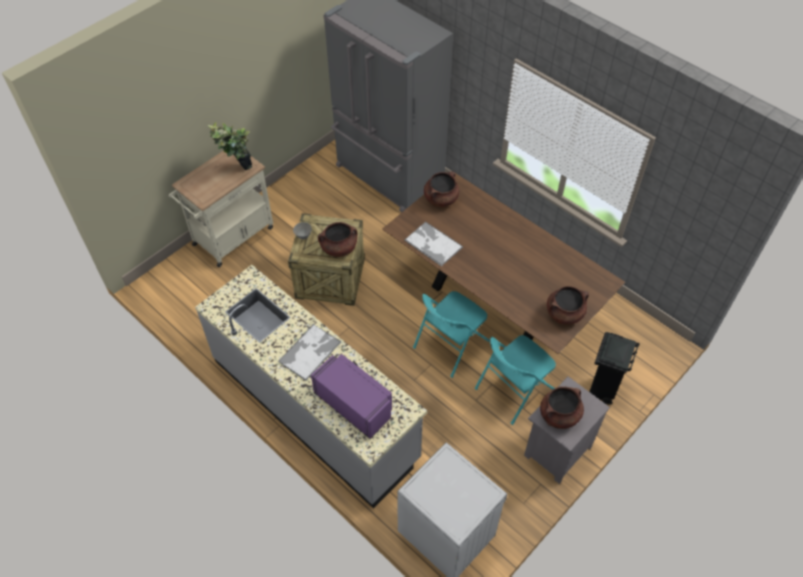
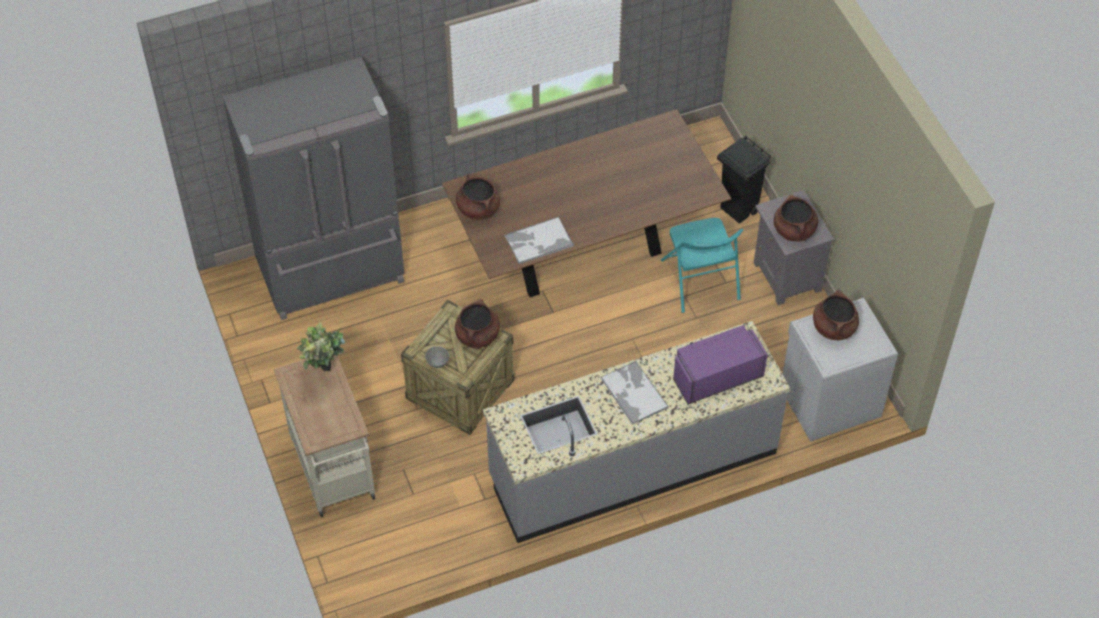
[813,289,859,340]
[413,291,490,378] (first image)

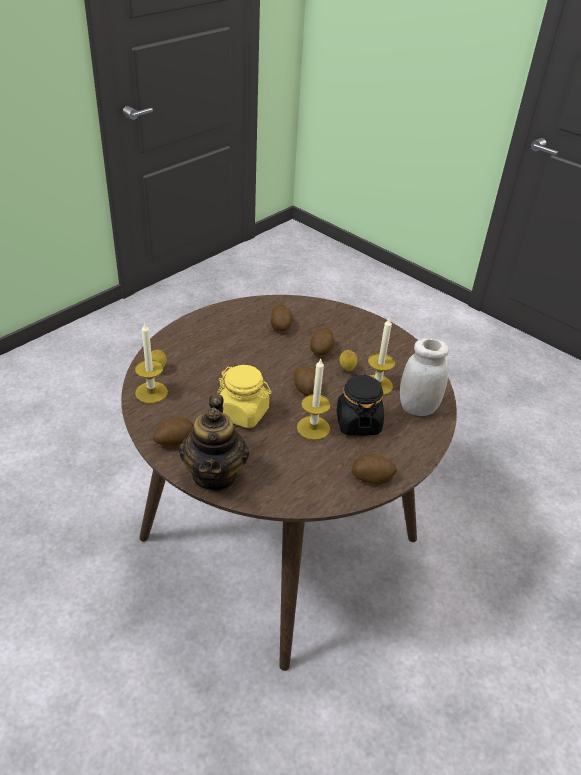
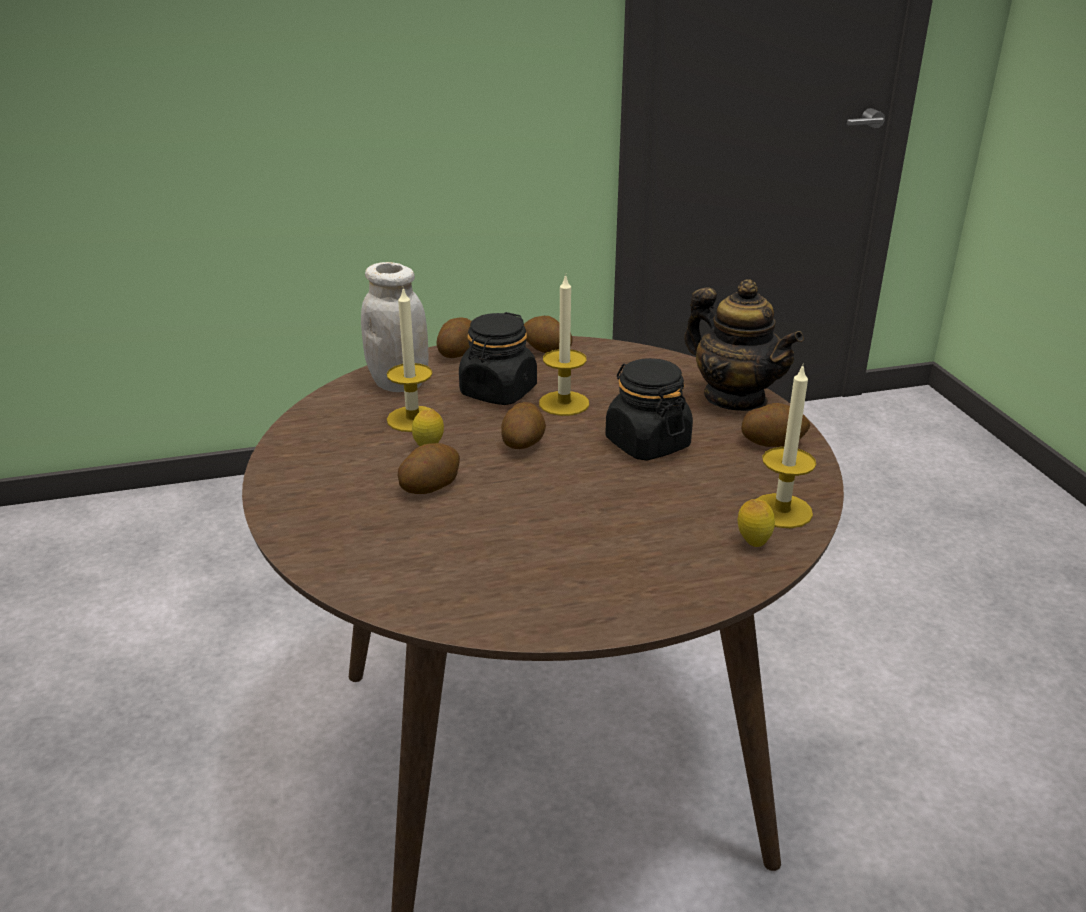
[436,317,472,358]
[605,358,693,461]
[684,279,804,411]

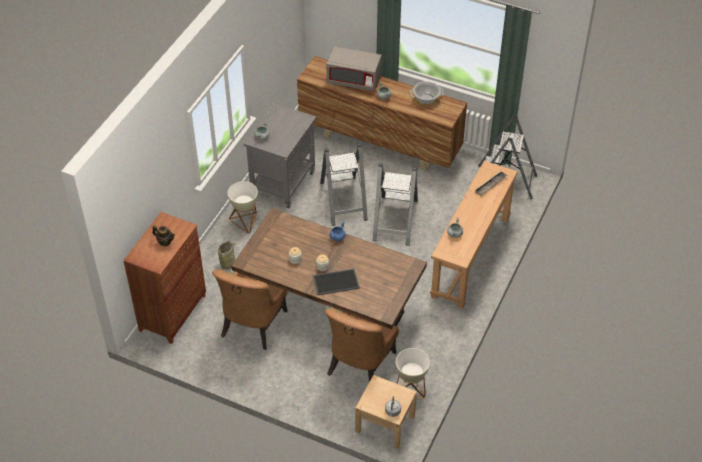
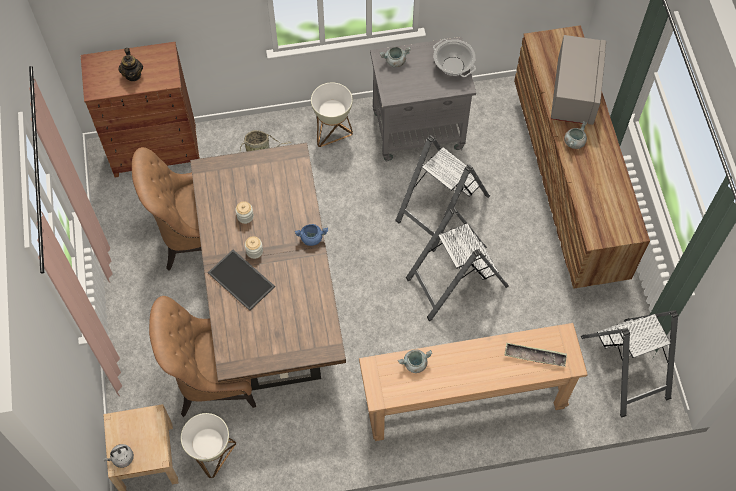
[551,35,606,125]
[433,39,476,77]

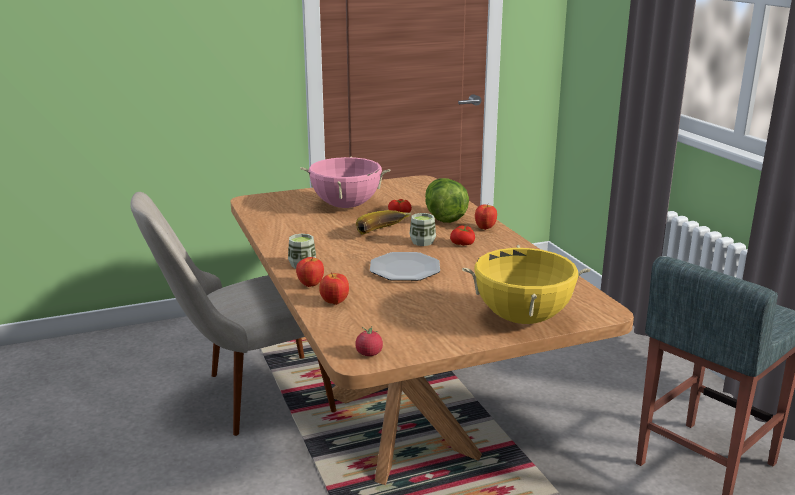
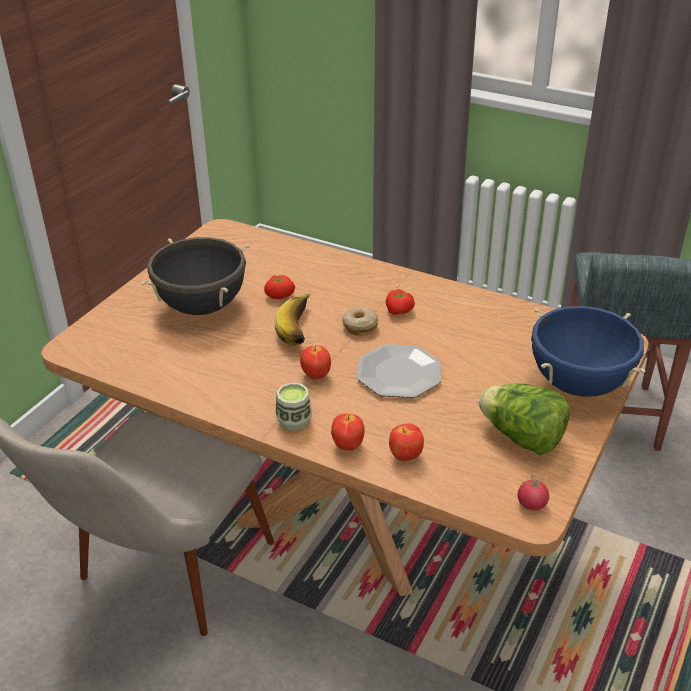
[141,237,250,315]
[479,383,570,455]
[300,346,331,379]
[342,307,378,336]
[531,306,646,397]

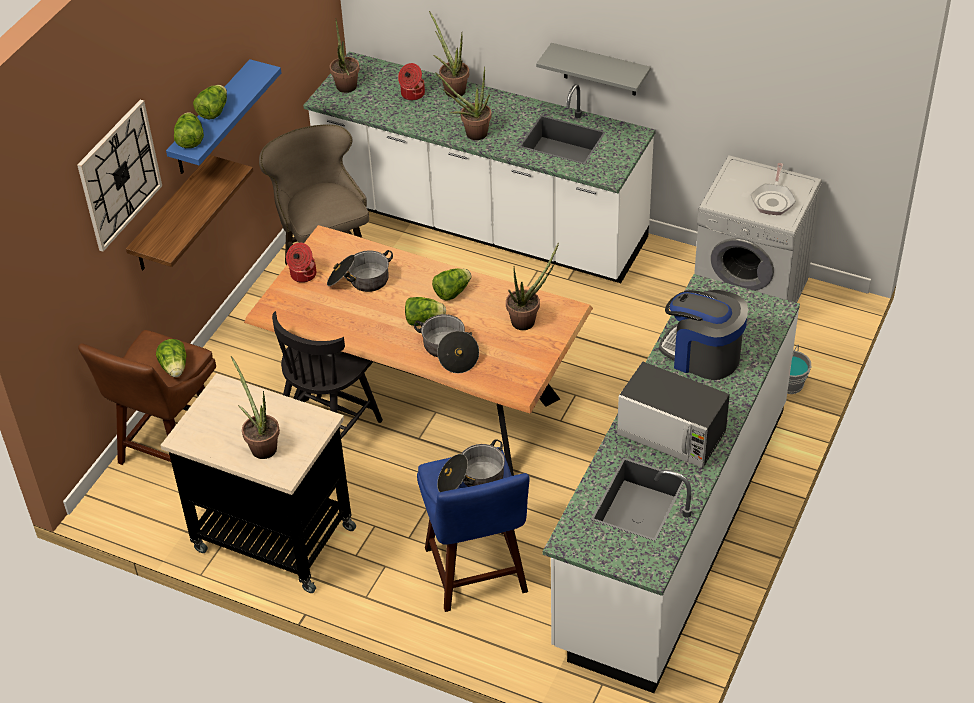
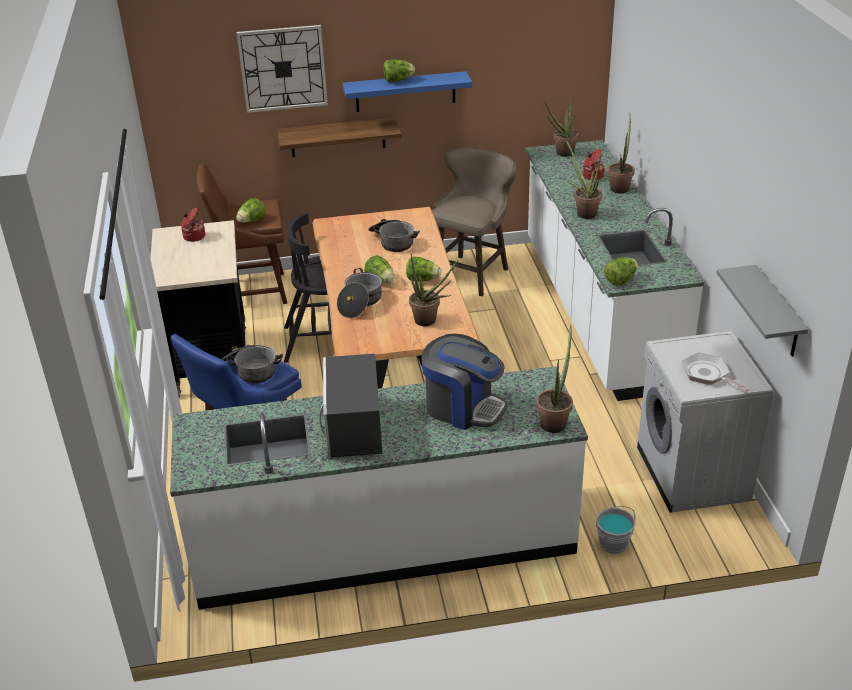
[716,265,809,357]
[604,257,638,286]
[682,352,749,392]
[181,208,205,242]
[422,333,508,430]
[536,325,573,433]

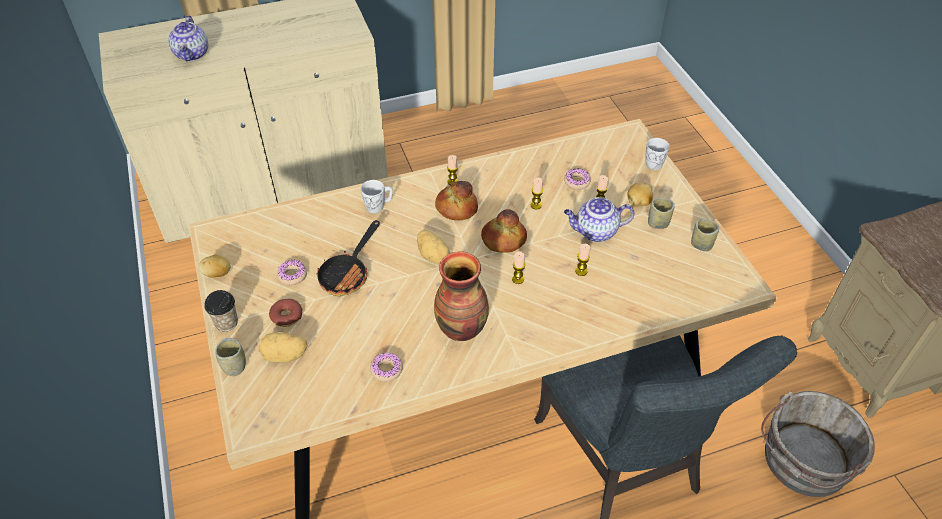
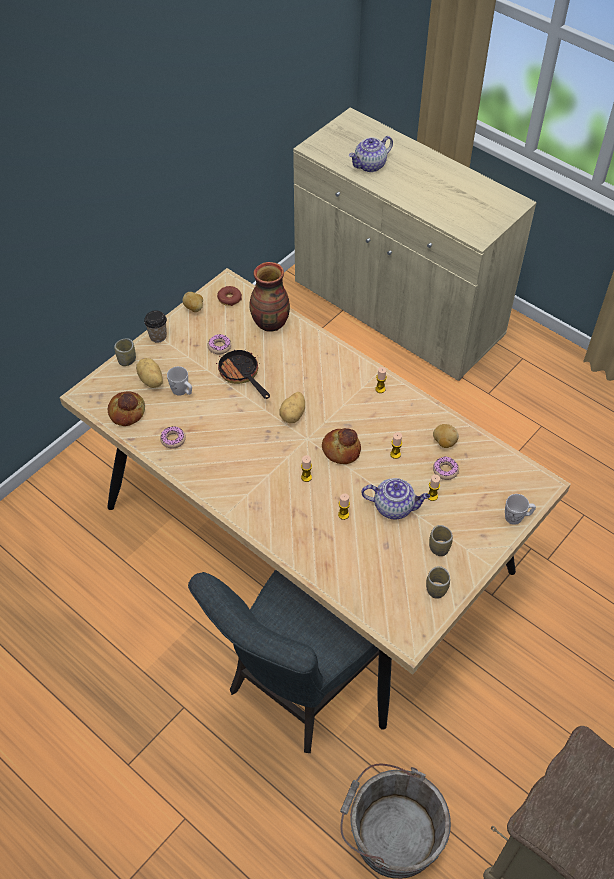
[167,366,192,396]
[108,392,145,426]
[433,424,459,448]
[361,478,430,519]
[216,350,270,399]
[249,262,290,332]
[217,286,242,306]

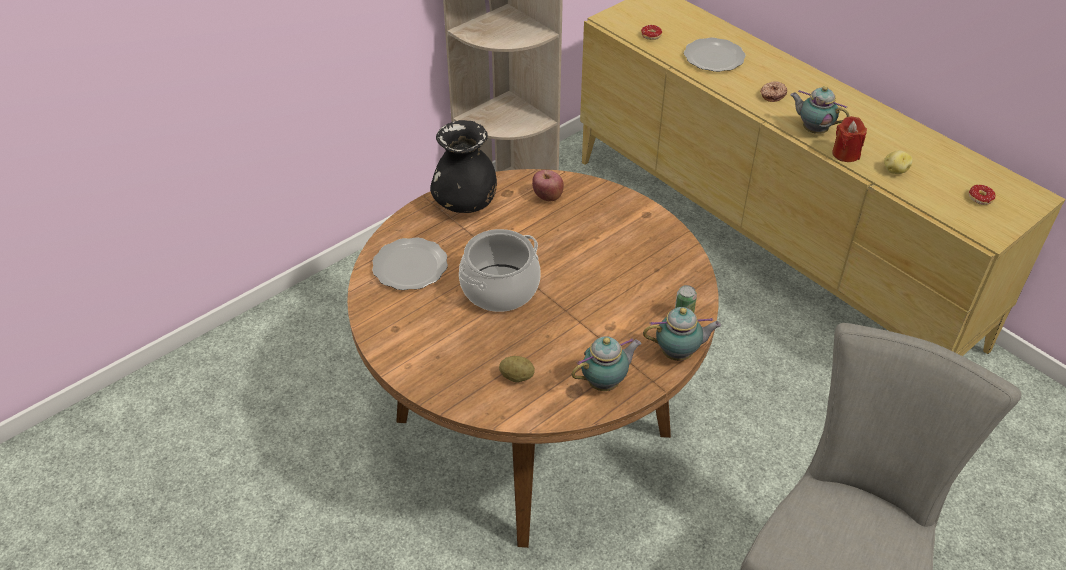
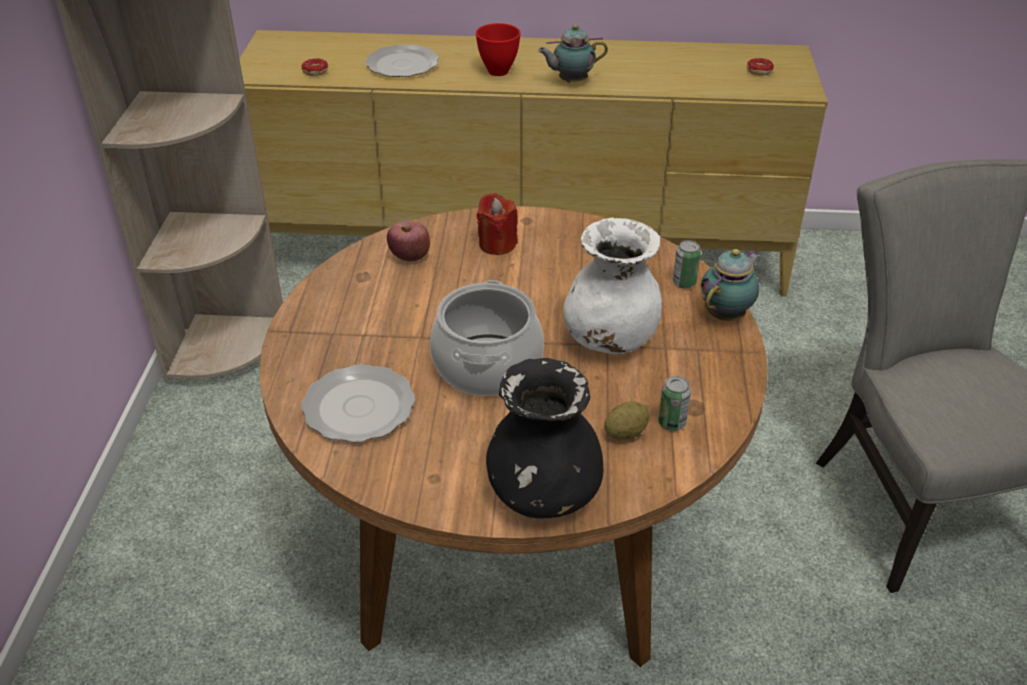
[476,23,521,76]
[477,193,518,255]
[486,358,603,518]
[884,150,912,174] (first image)
[572,336,641,391] (first image)
[563,218,662,354]
[658,376,691,431]

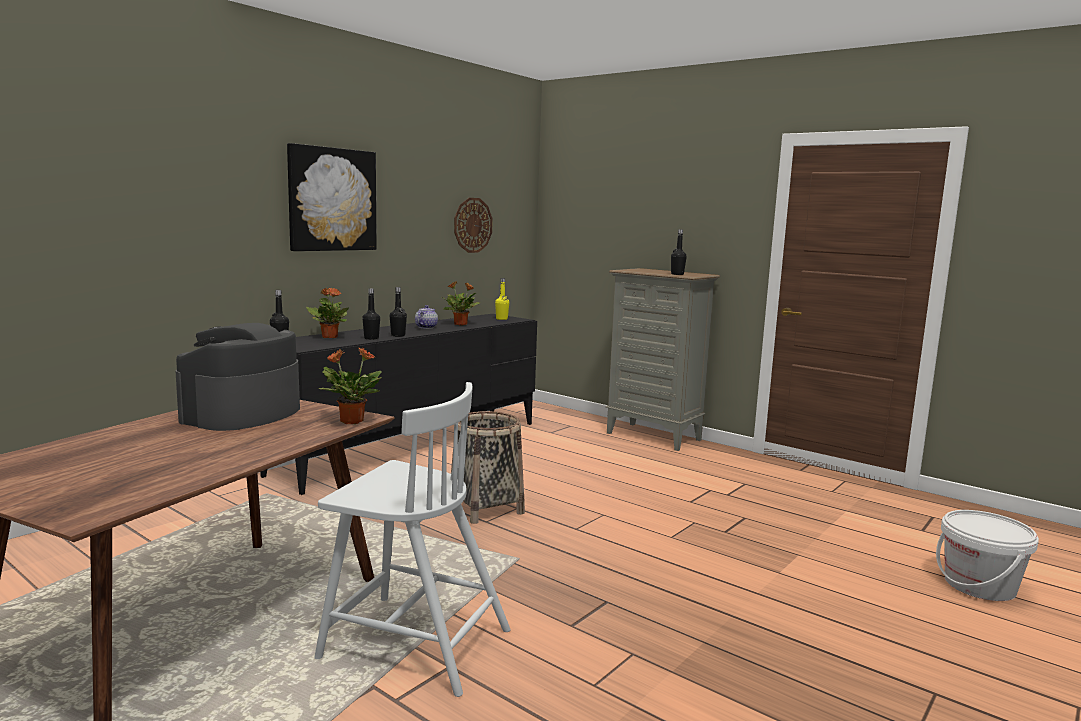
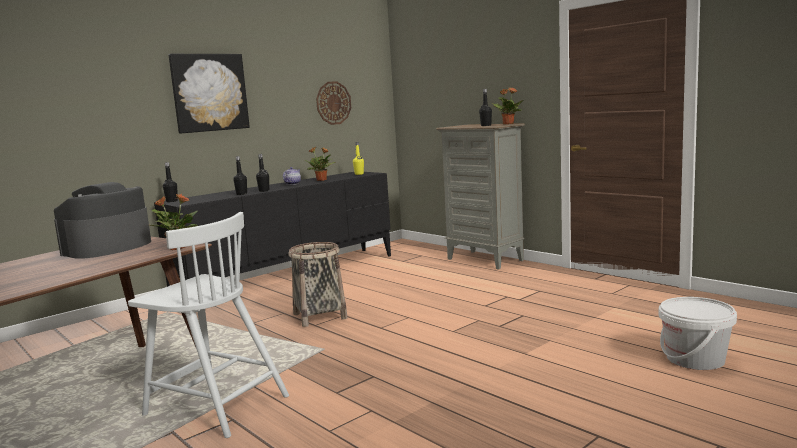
[492,88,523,125]

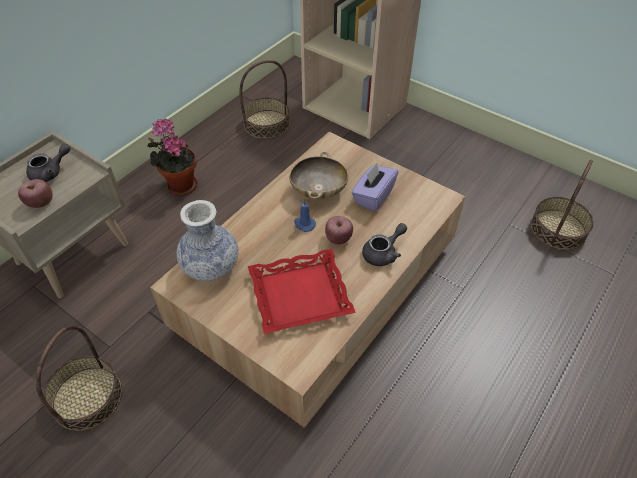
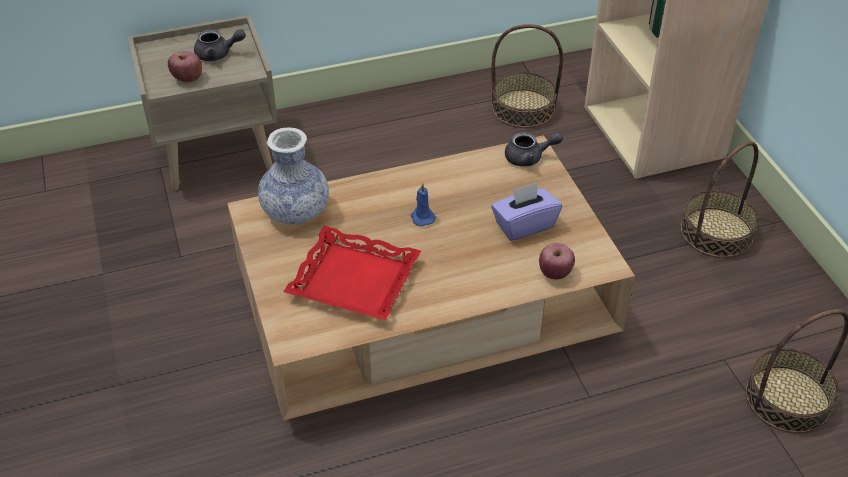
[147,118,198,196] (first image)
[289,152,348,199] (first image)
[539,243,575,279]
[505,132,563,167]
[680,141,759,258]

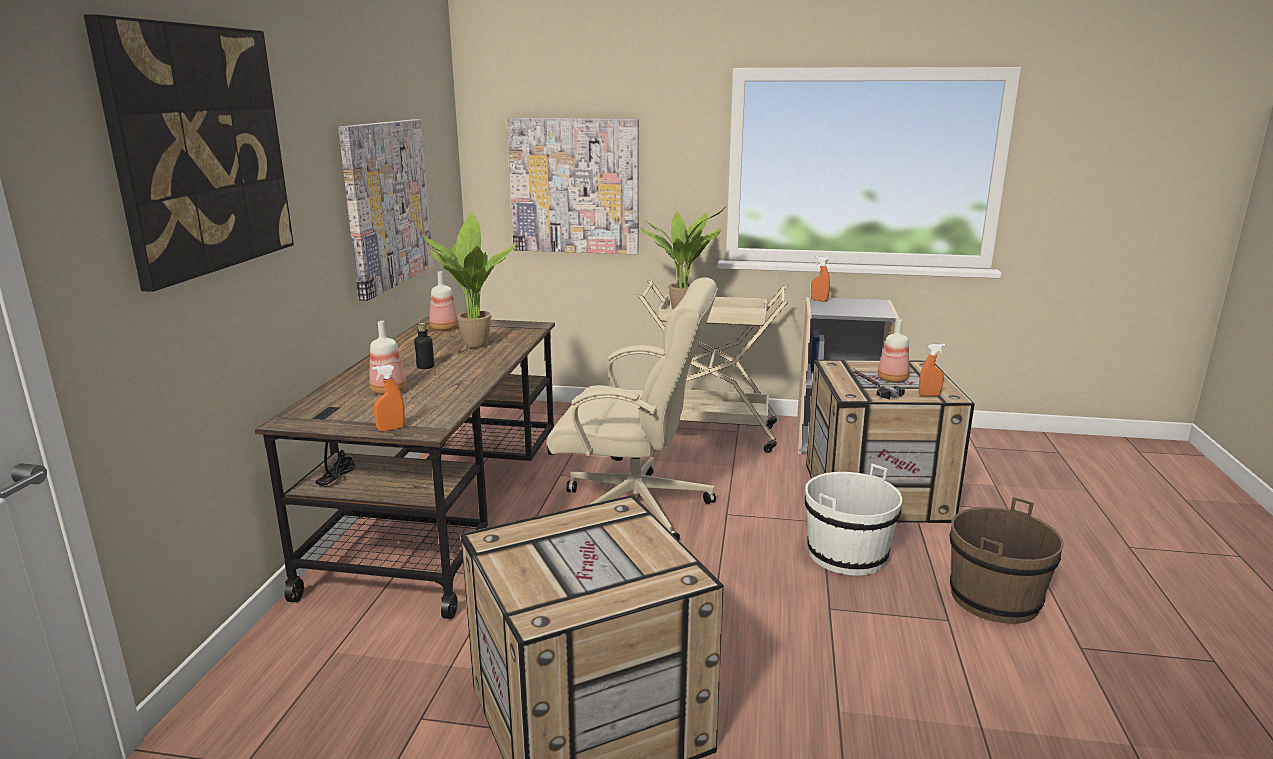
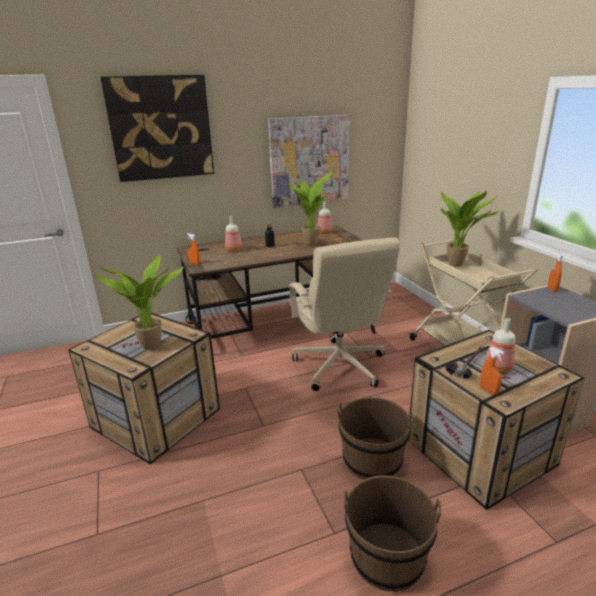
[507,118,639,254] (first image)
[338,397,413,480]
[95,254,184,350]

